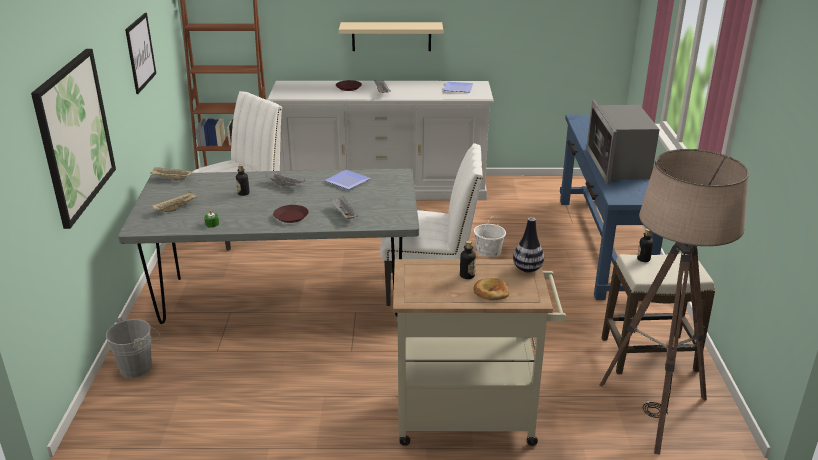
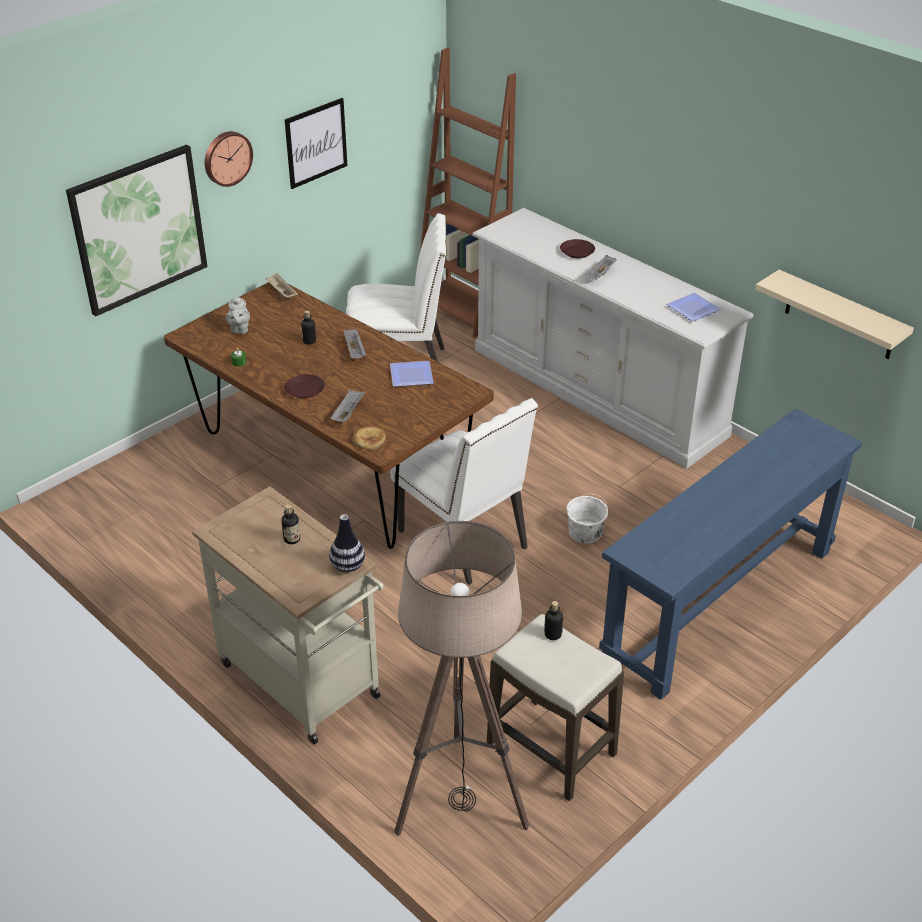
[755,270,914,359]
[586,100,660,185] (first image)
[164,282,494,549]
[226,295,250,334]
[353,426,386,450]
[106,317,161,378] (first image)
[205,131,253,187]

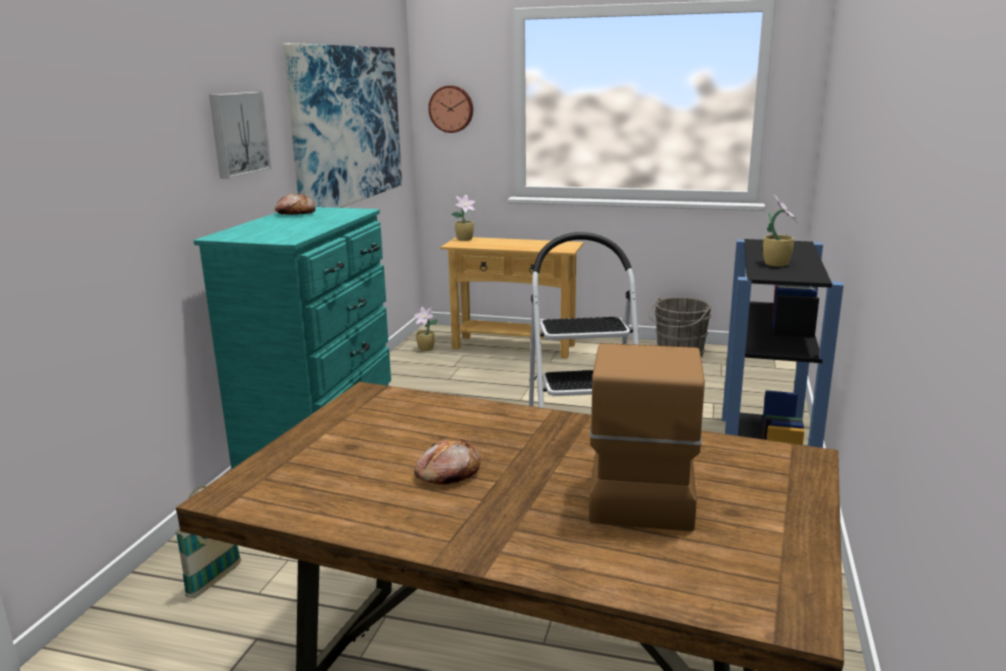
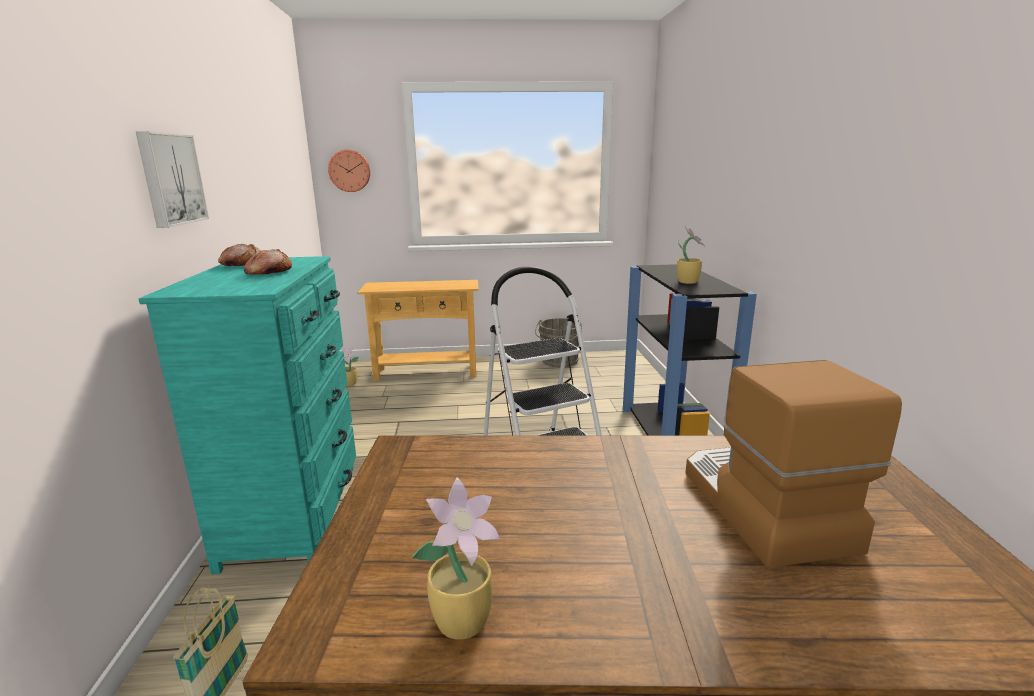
[283,43,402,208] (first image)
[412,477,500,640]
[244,249,292,275]

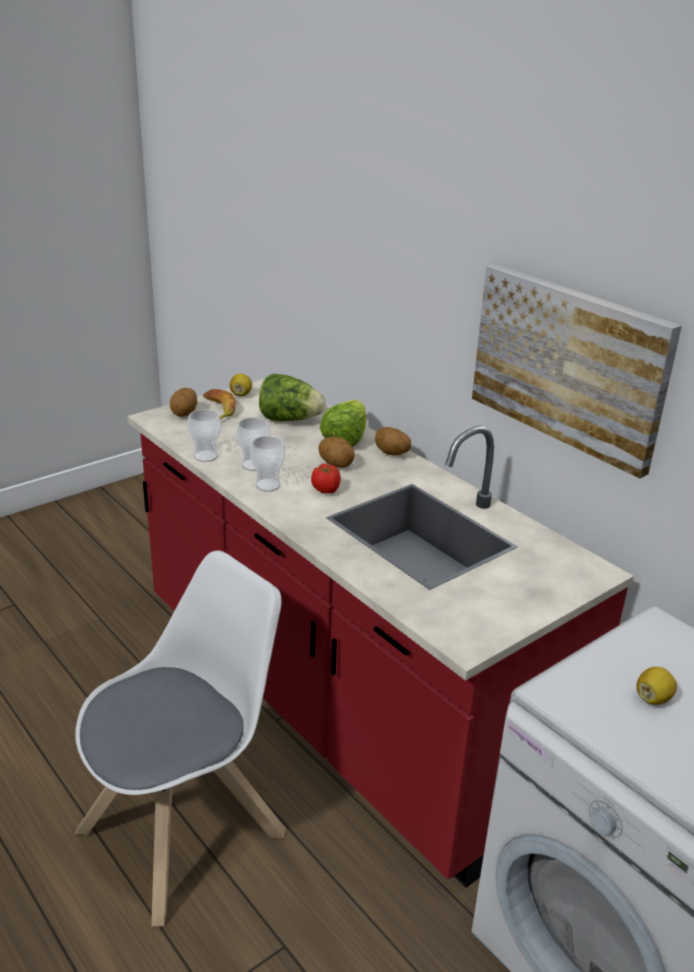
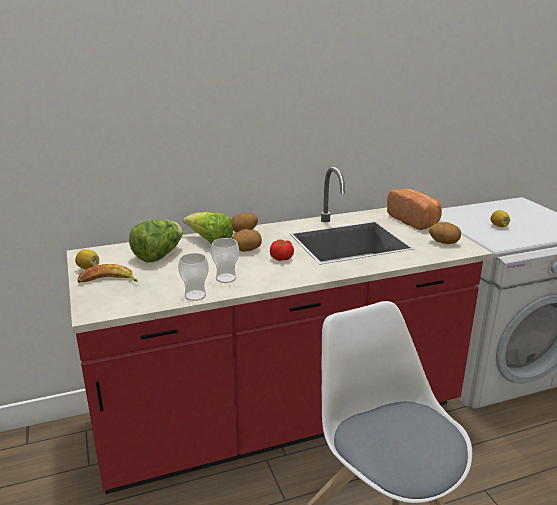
[472,264,682,478] (first image)
[429,222,461,244]
[250,436,285,492] (first image)
[387,189,442,230]

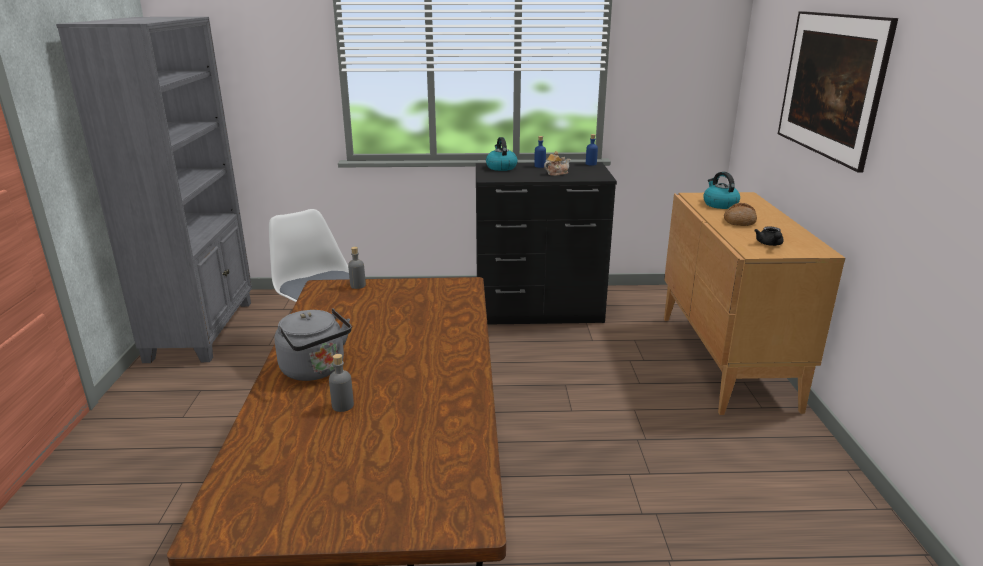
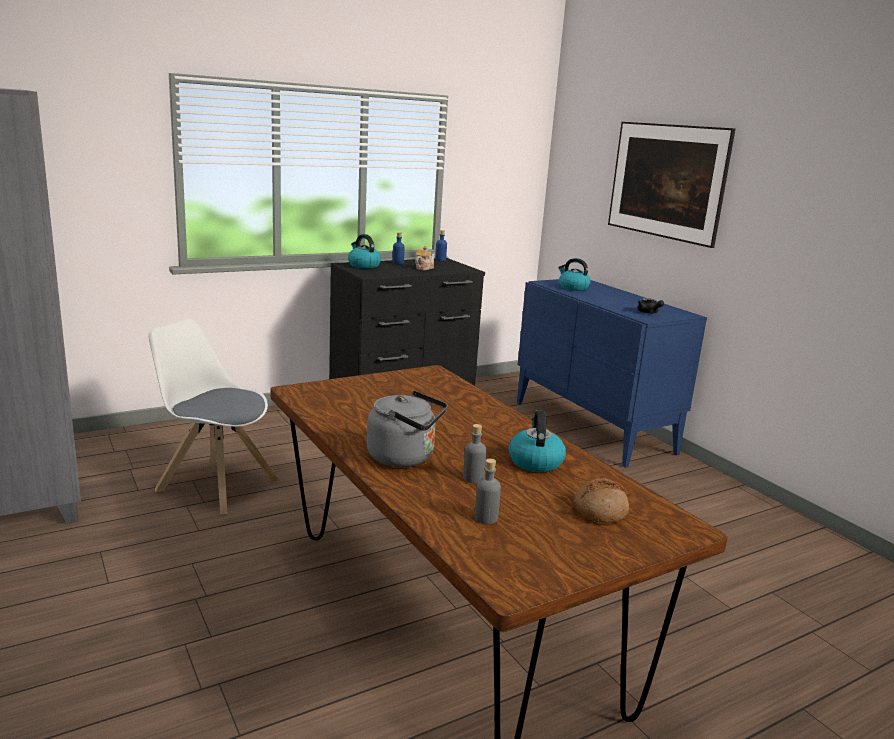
[517,279,707,468]
[573,478,629,523]
[474,458,501,524]
[509,410,566,472]

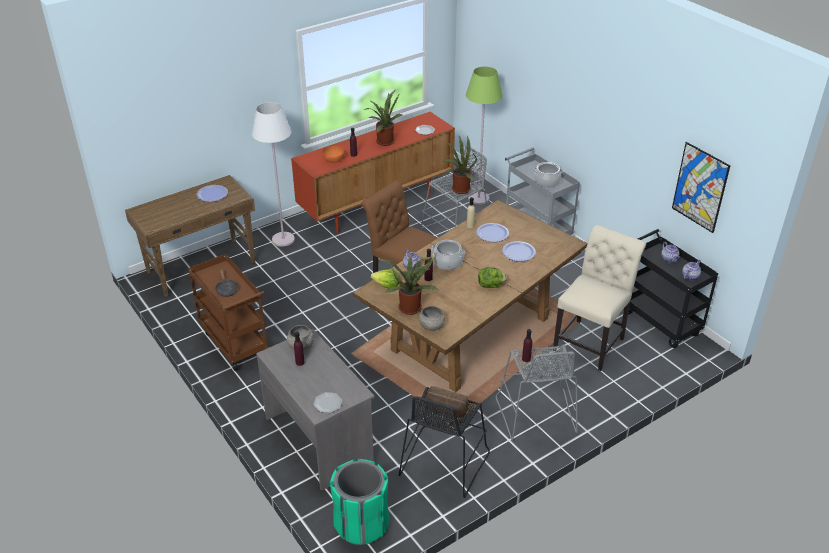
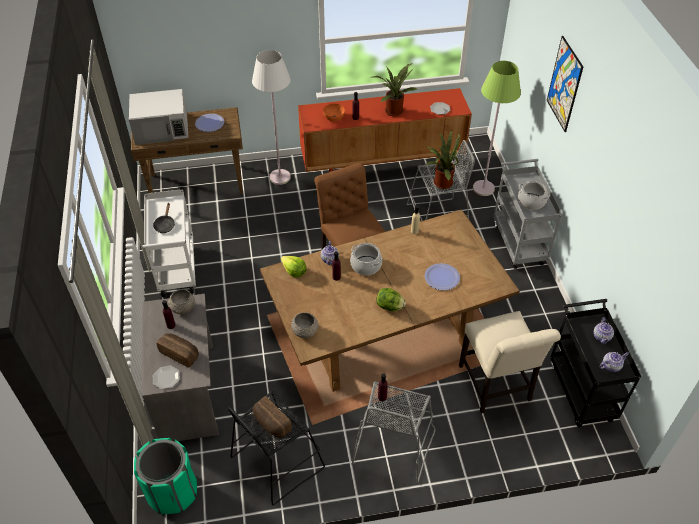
[547,36,583,132]
[476,223,509,242] (first image)
[459,311,561,414]
[378,253,438,315] (first image)
[142,189,196,298]
[129,89,188,145]
[157,333,199,368]

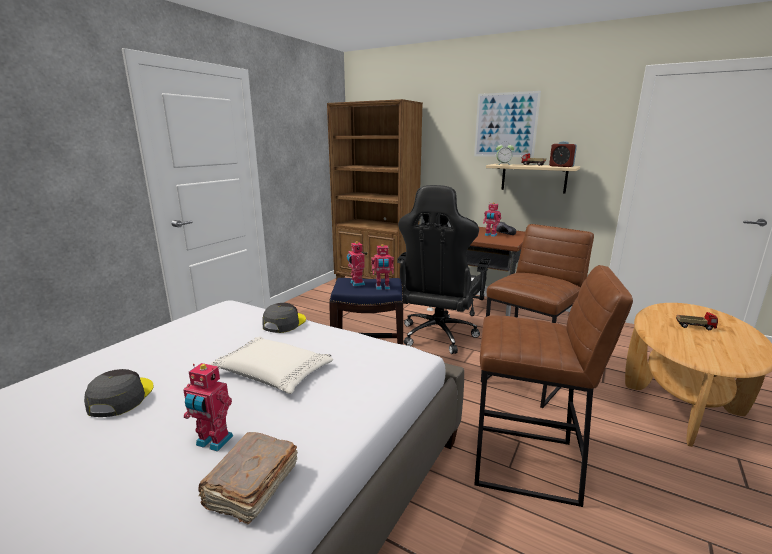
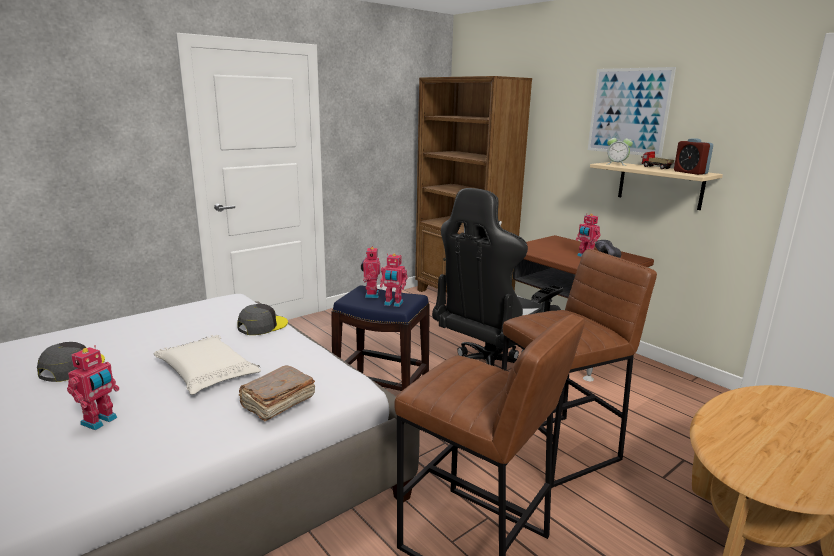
[676,312,718,330] (first image)
[67,345,119,430]
[238,365,315,421]

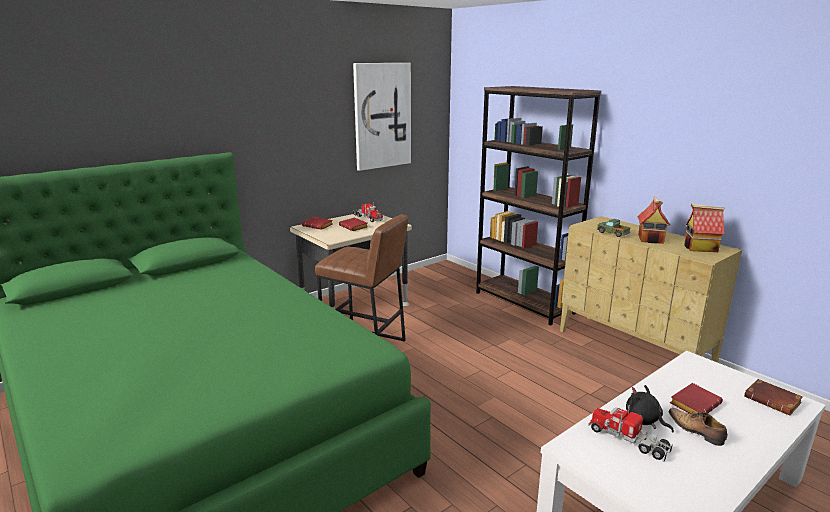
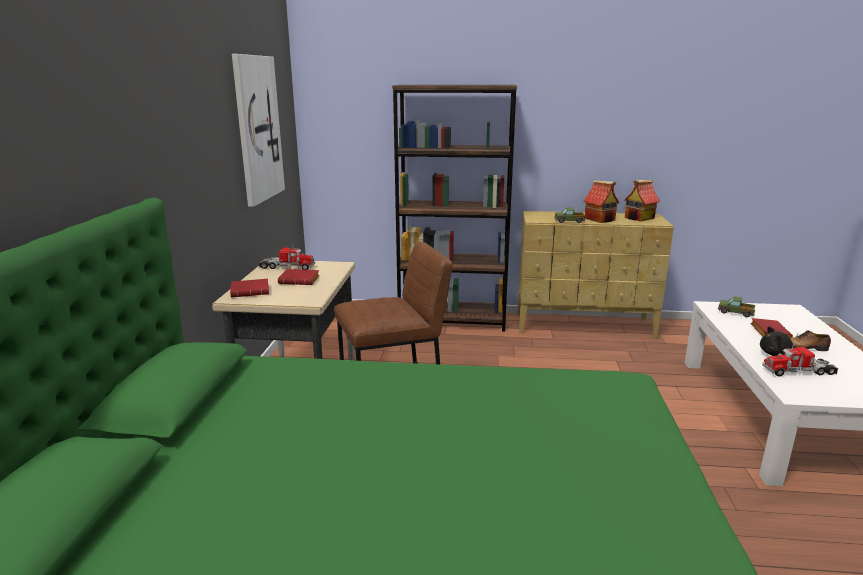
[744,379,803,416] (first image)
[718,296,755,317]

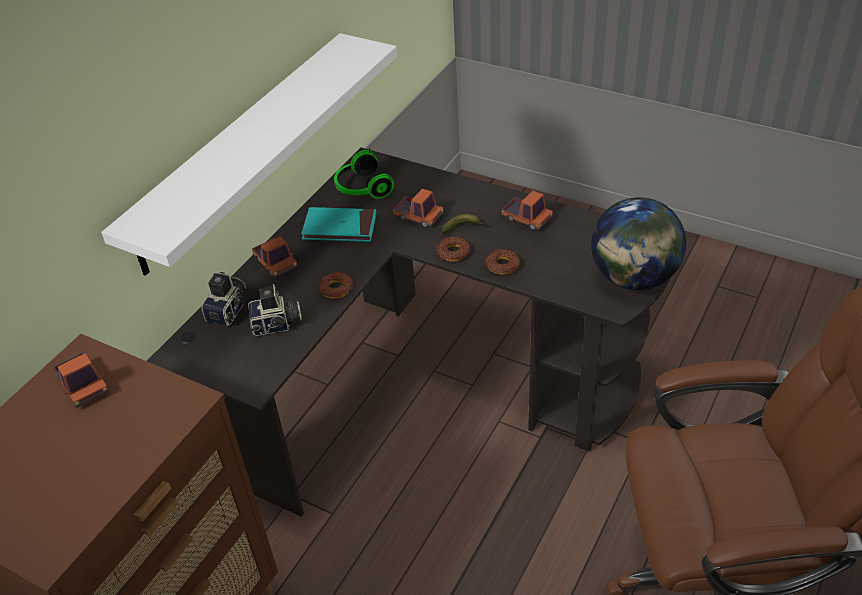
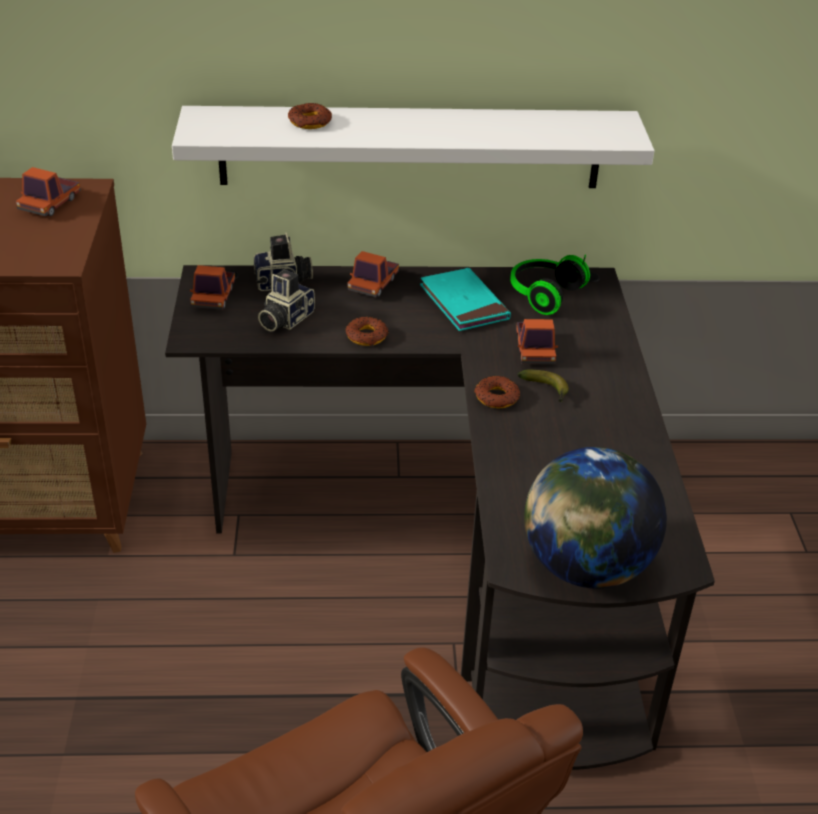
[190,265,235,310]
[288,103,332,129]
[258,269,315,332]

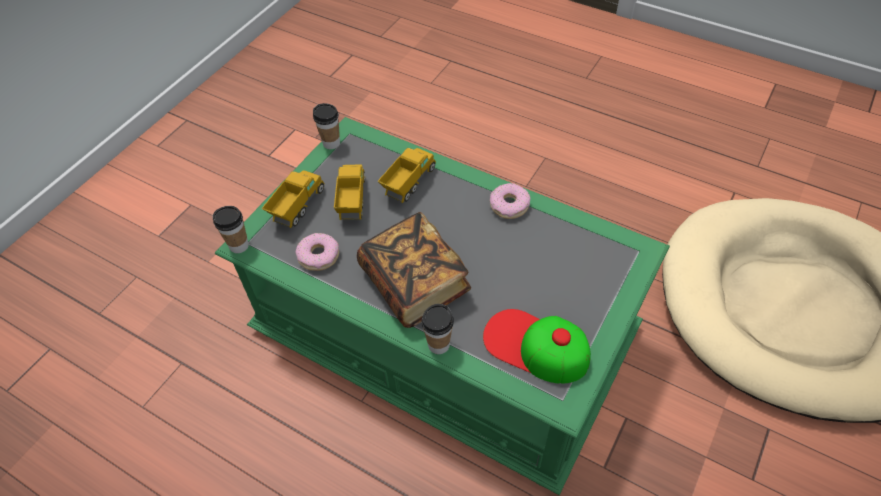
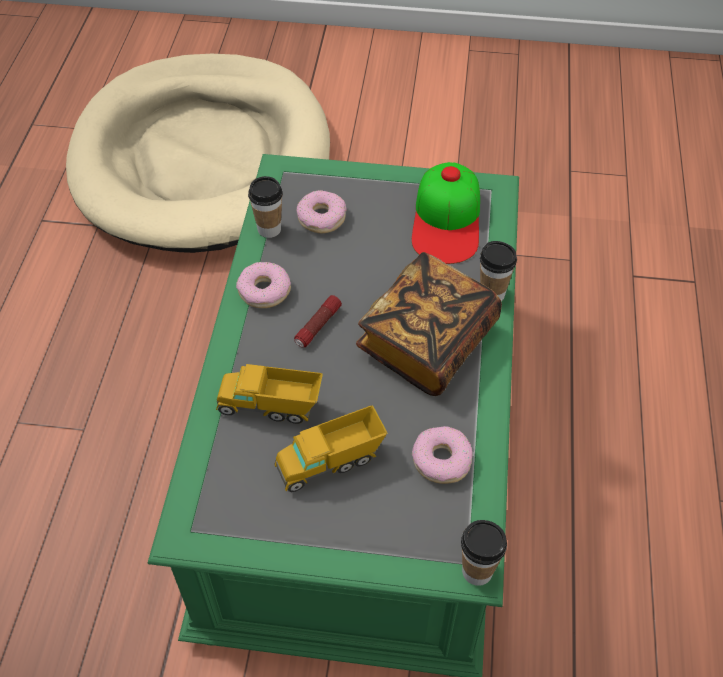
[248,176,283,238]
[262,170,325,228] (first image)
[297,190,346,233]
[294,295,342,347]

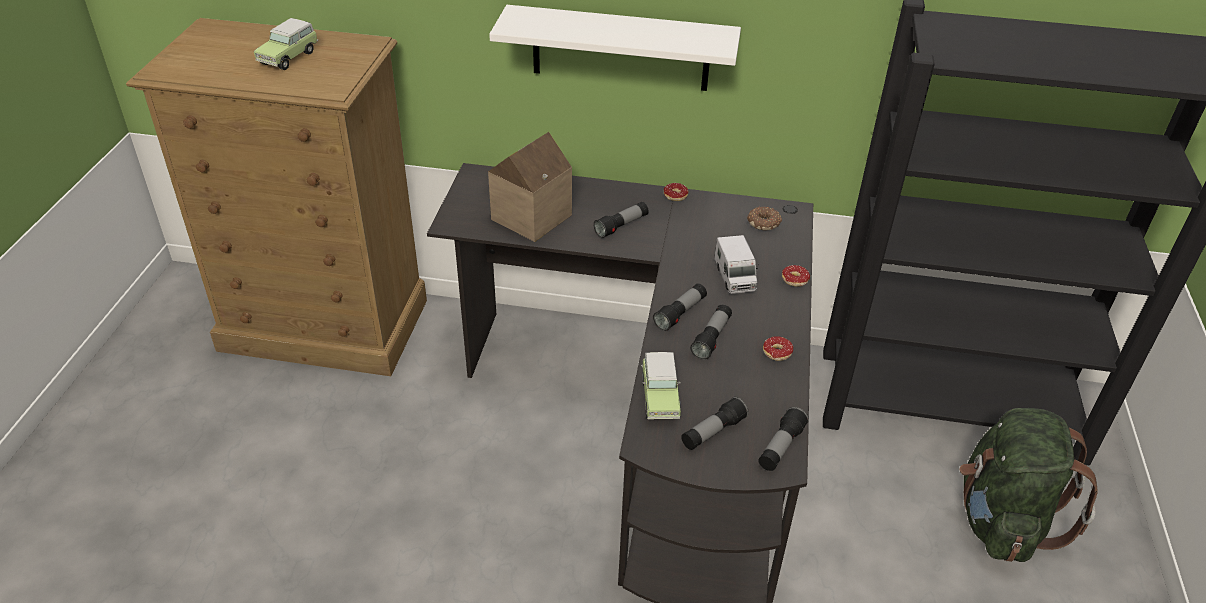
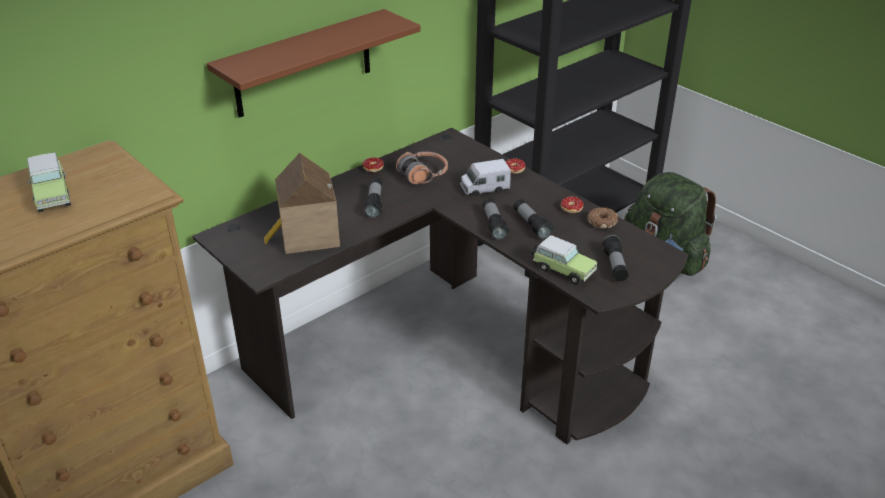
[207,9,421,118]
[588,207,618,229]
[460,159,511,196]
[758,407,809,471] (first image)
[396,152,448,184]

